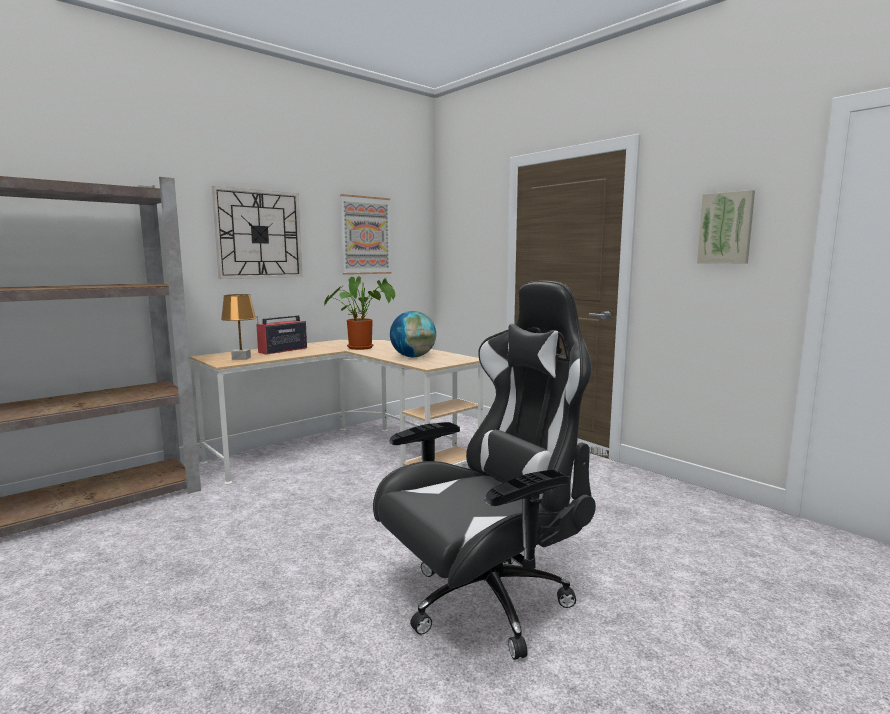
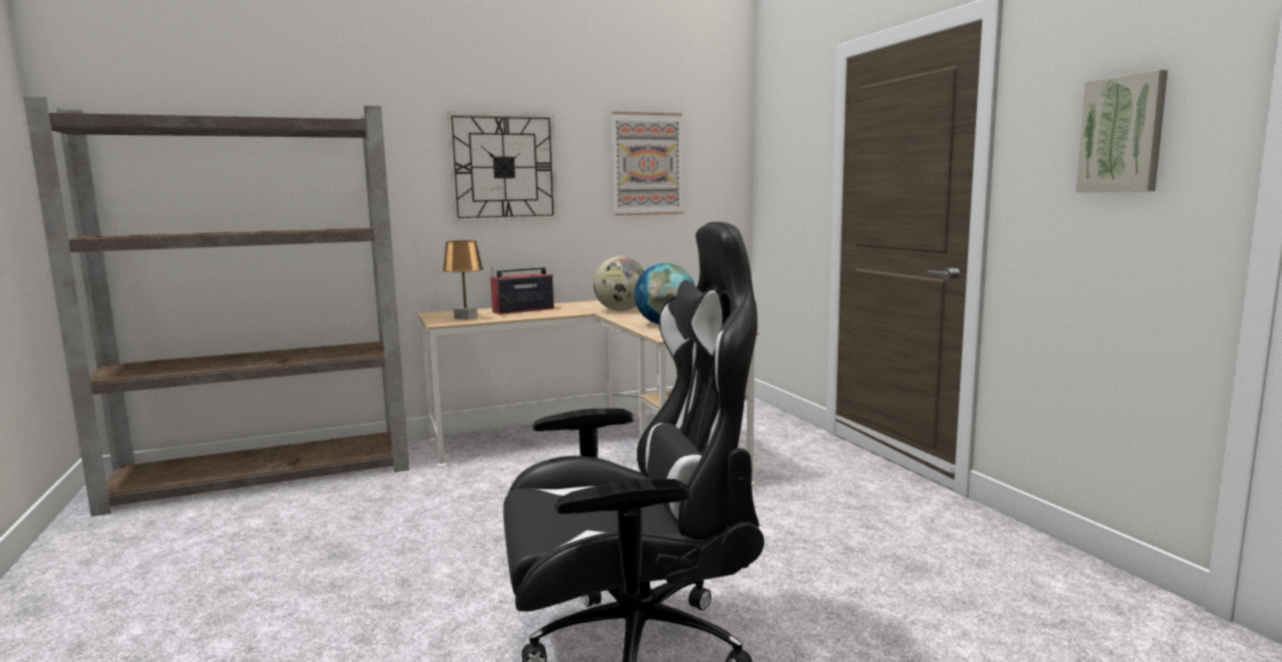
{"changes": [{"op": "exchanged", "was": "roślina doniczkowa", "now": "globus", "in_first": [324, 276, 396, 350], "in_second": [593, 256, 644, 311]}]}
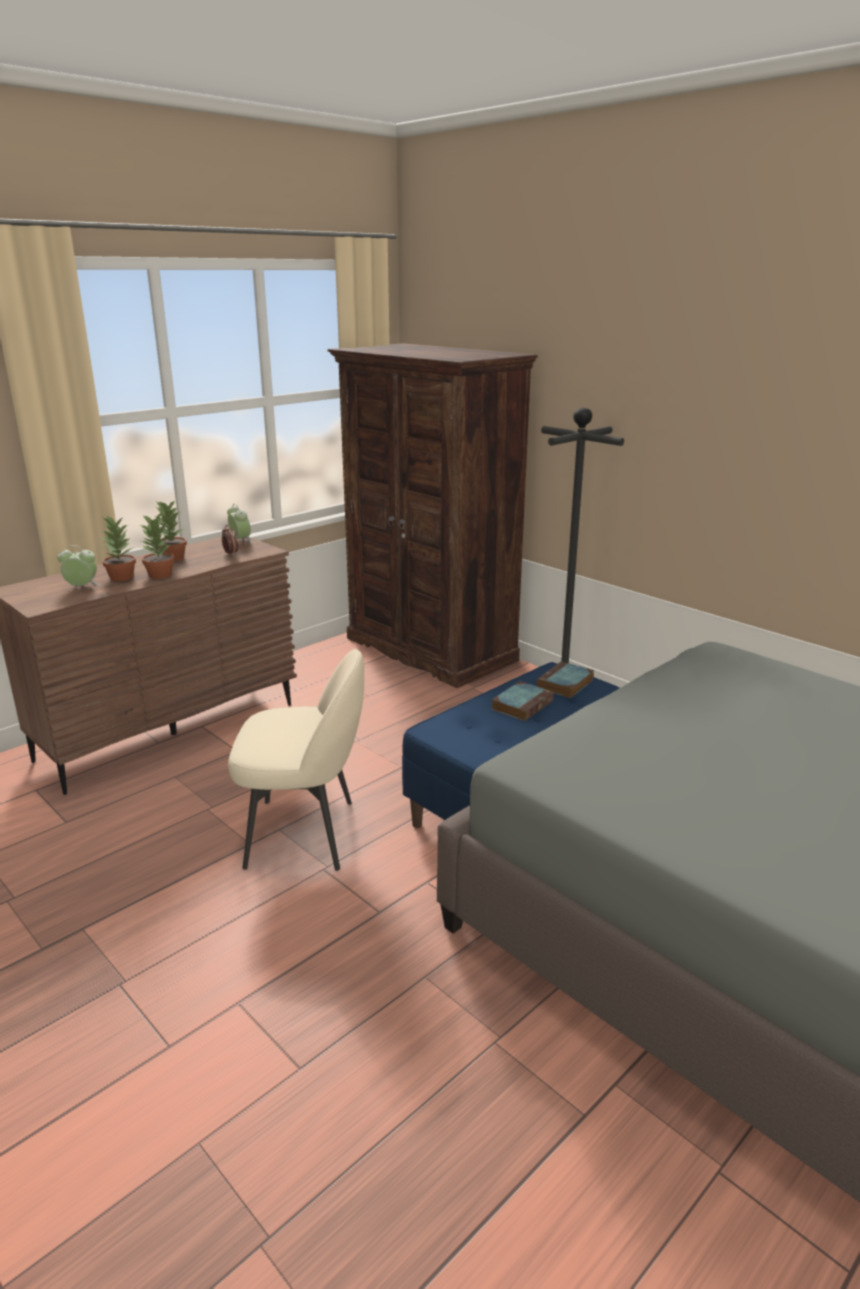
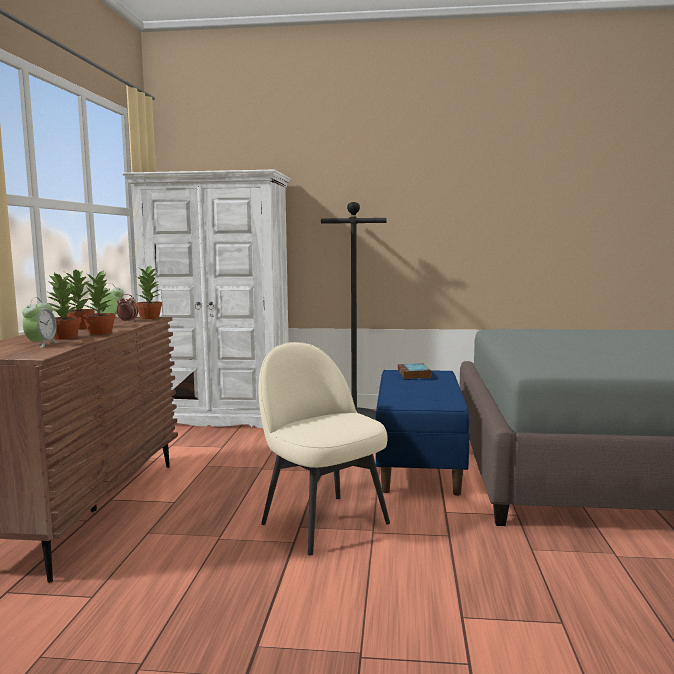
{"changes": [{"op": "colour", "was": "szafa [brązowy]", "now": "szafa [biały]", "in_first": [327, 343, 538, 688], "in_second": [122, 170, 291, 428]}, {"op": "spun", "was": "budzik", "in_first": [57, 545, 100, 586], "in_second": [22, 297, 58, 348], "clockwise": 135}, {"op": "spun", "was": "krzesło [beżowy]", "in_first": [228, 649, 364, 871], "in_second": [259, 342, 390, 555], "clockwise": -90}, {"op": "missing", "was": "książka", "in_first": [492, 681, 554, 721]}, {"op": "appeared", "now": "roślina doniczkowa", "in_second": [136, 265, 162, 319]}]}
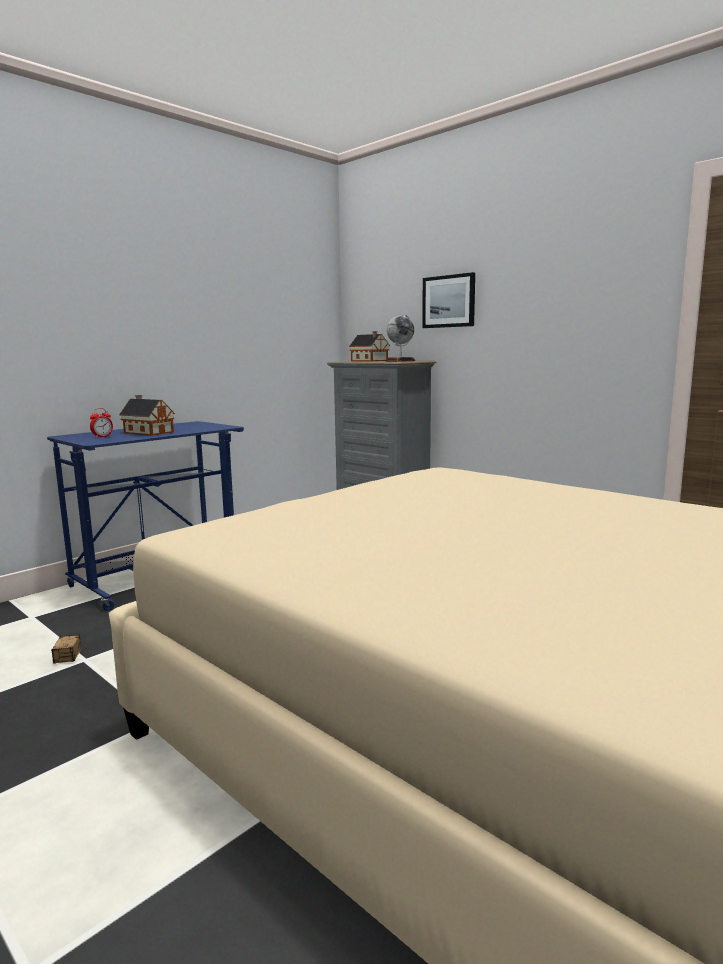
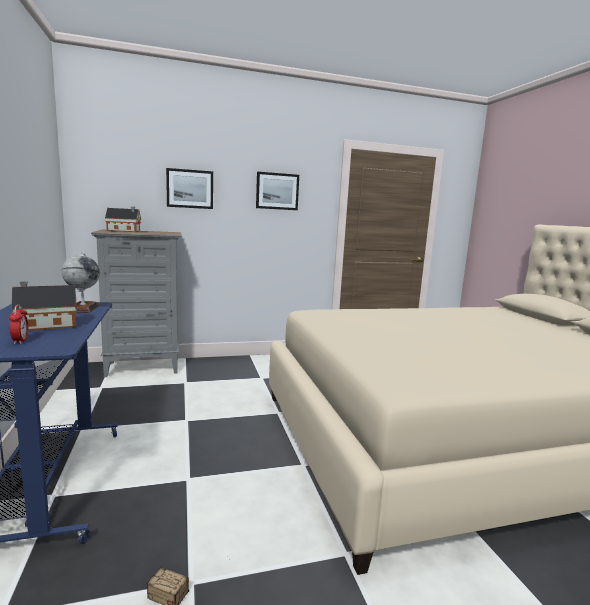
{"changes": [{"op": "relocated", "was": "globus", "in_first": [386, 314, 416, 362], "in_second": [62, 252, 100, 313]}, {"op": "appeared", "now": "obraz", "in_second": [256, 172, 299, 210]}]}
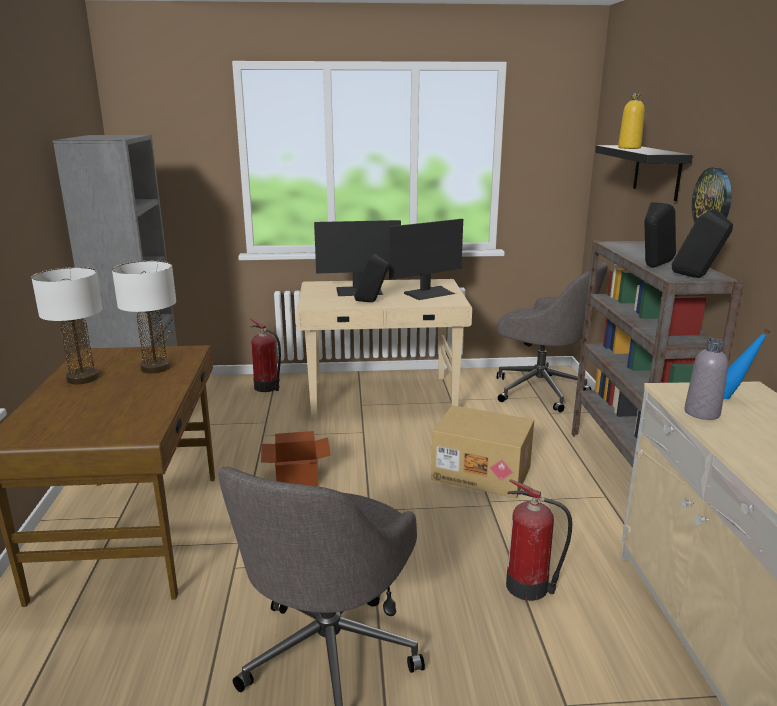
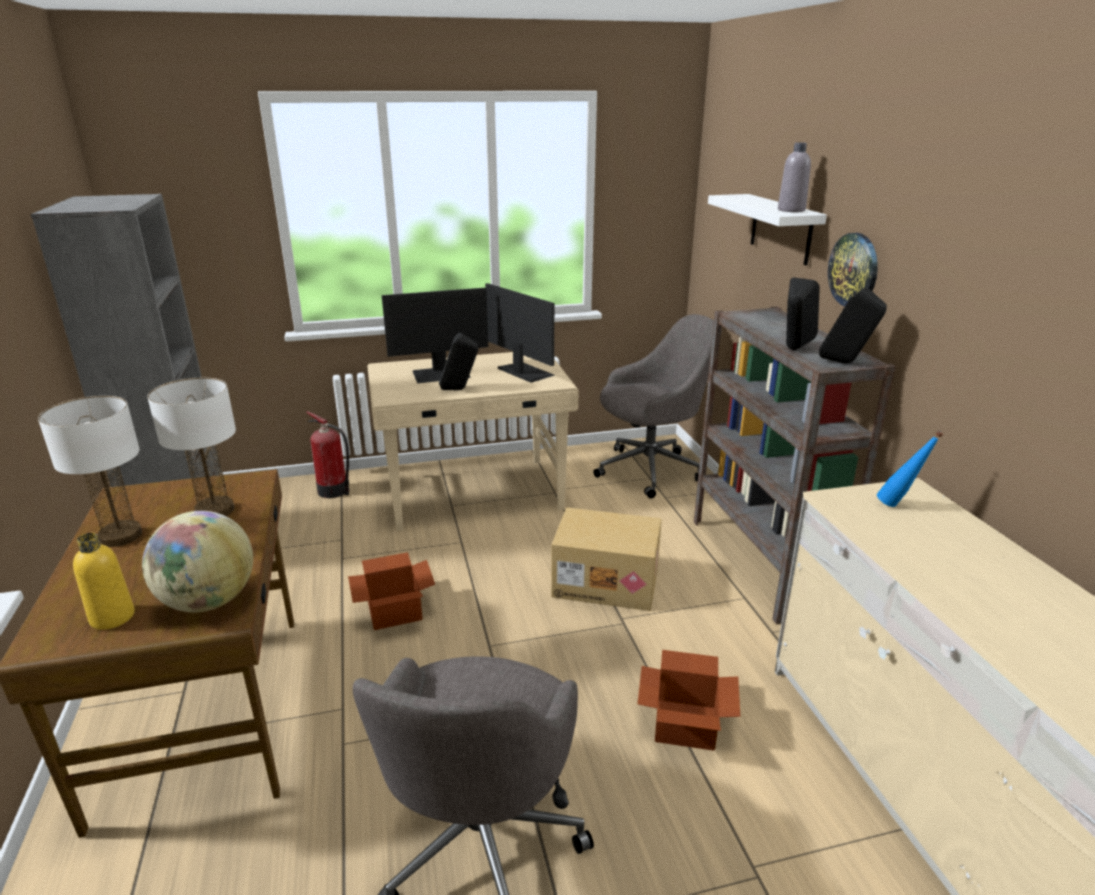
{"changes": [{"op": "relocated", "was": "butelka [żółty]", "in_first": [618, 93, 645, 149], "in_second": [73, 533, 135, 630]}, {"op": "colour", "was": "półka [czarny]", "now": "półka [biały]", "in_first": [595, 145, 693, 201], "in_second": [708, 194, 827, 265]}, {"op": "spun", "was": "monitor", "in_first": [389, 219, 463, 300], "in_second": [485, 283, 555, 383], "clockwise": -90}, {"op": "spun", "was": "krzesło biurowe [szary]", "in_first": [496, 262, 608, 413], "in_second": [593, 314, 721, 498], "clockwise": -45}, {"op": "relocated", "was": "butelka [szary]", "in_first": [685, 338, 728, 420], "in_second": [778, 142, 811, 212]}, {"op": "exchanged", "was": "gaśnica", "now": "karton", "in_first": [506, 479, 572, 601], "in_second": [637, 650, 740, 751]}, {"op": "appeared", "now": "globus", "in_second": [142, 511, 253, 612]}]}
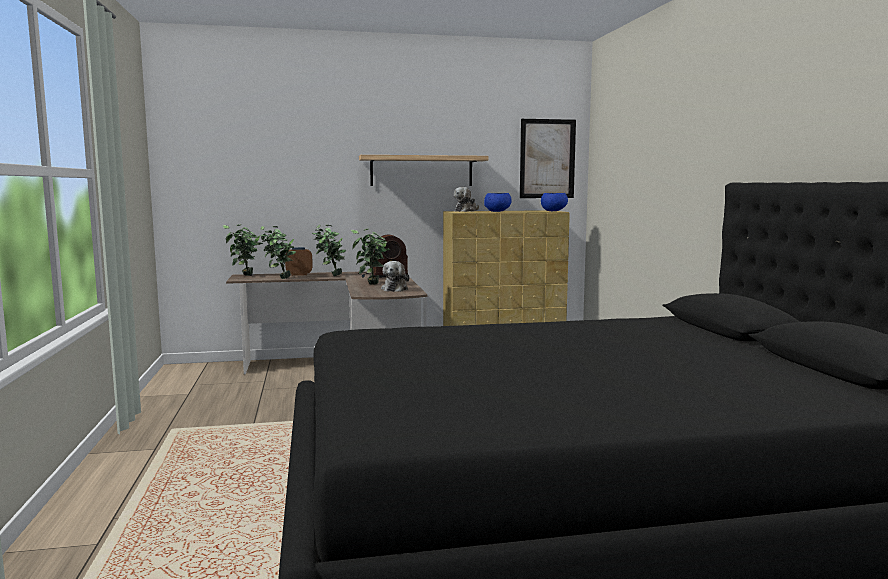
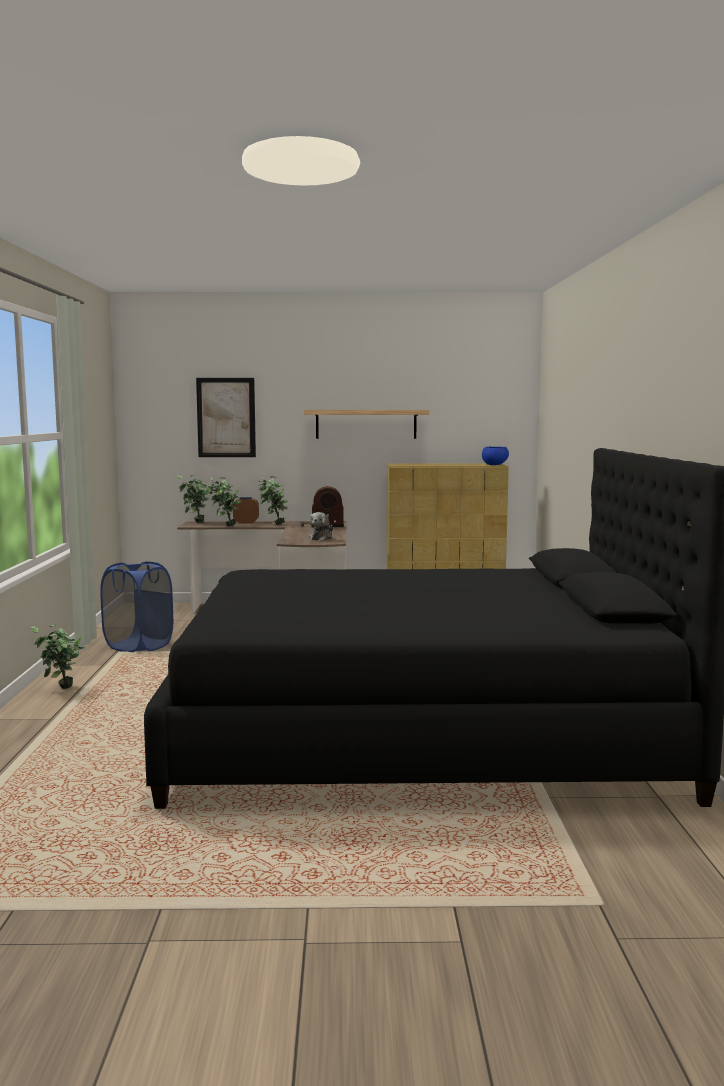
{"changes": [{"op": "relocated", "was": "obraz", "in_first": [520, 119, 576, 198], "in_second": [196, 378, 256, 457]}, {"op": "missing", "was": "pluszak", "in_first": [454, 187, 479, 212]}, {"op": "missing", "was": "miska [niebieski]", "in_first": [484, 193, 512, 212]}, {"op": "relocated", "was": "roślina doniczkowa", "in_first": [351, 229, 390, 285], "in_second": [31, 625, 85, 689]}, {"op": "appeared", "now": "kosz na pranie [niebieski]", "in_second": [100, 561, 173, 652]}]}
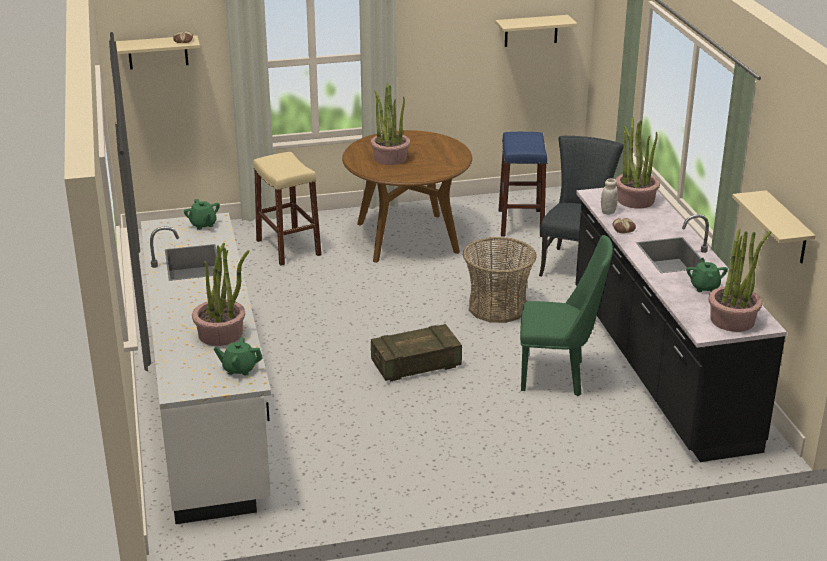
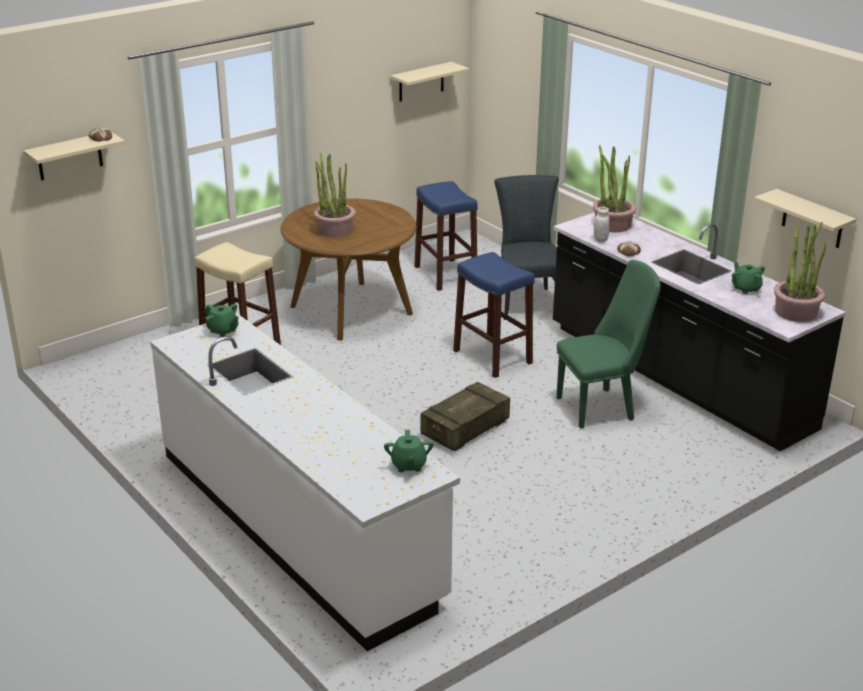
{"changes": [{"op": "exchanged", "was": "koszyk", "now": "stołek [niebieski]", "in_first": [463, 237, 537, 323], "in_second": [453, 252, 534, 378]}, {"op": "missing", "was": "roślina doniczkowa", "in_first": [192, 243, 249, 346]}, {"op": "spun", "was": "imbryk [zielony]", "in_first": [214, 337, 263, 376], "in_second": [384, 430, 434, 472], "clockwise": -75}]}
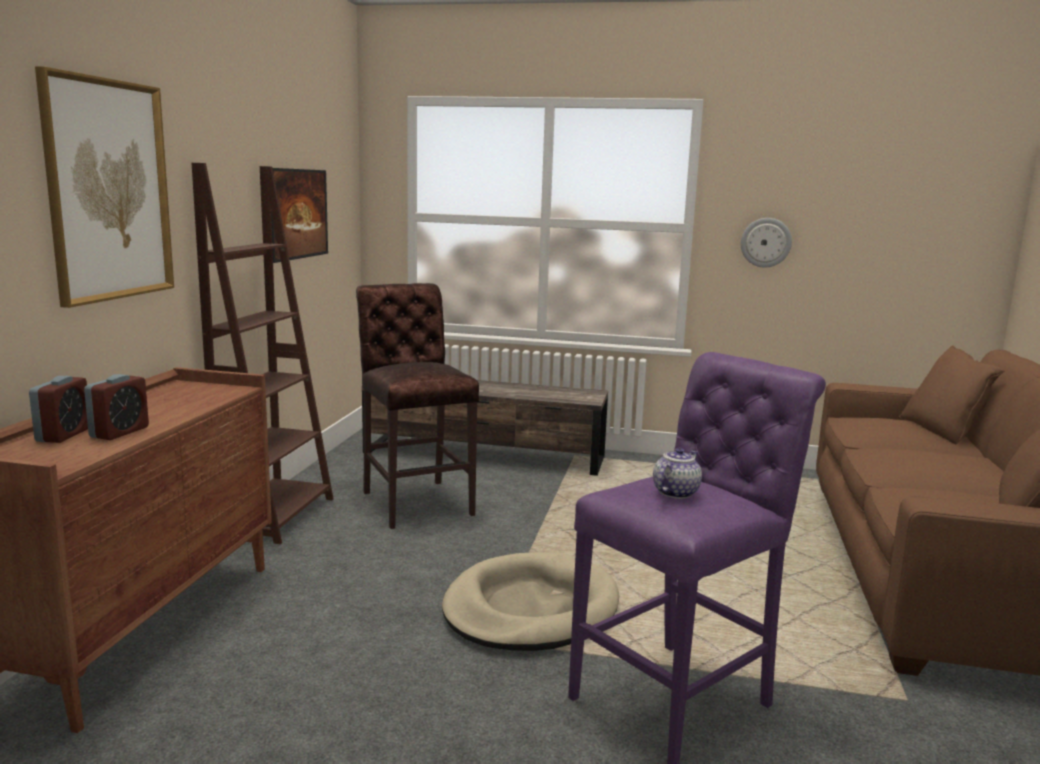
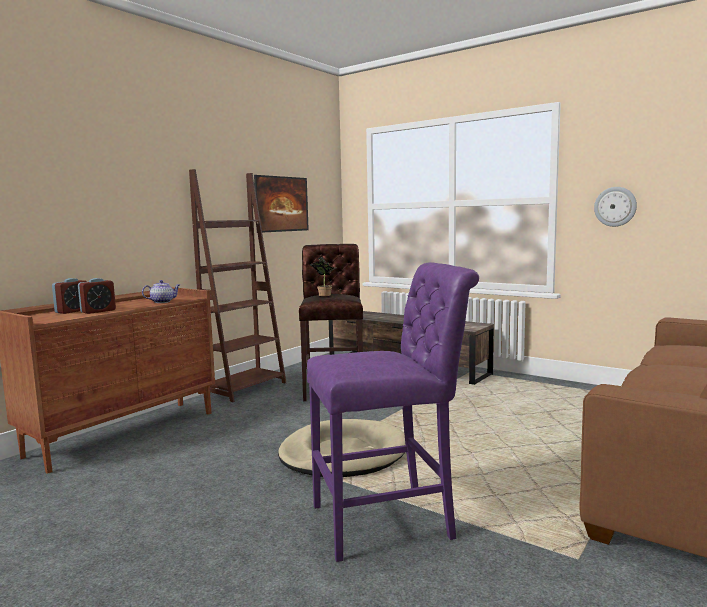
{"changes": [{"op": "missing", "was": "obraz", "in_first": [35, 66, 174, 308]}, {"op": "relocated", "was": "imbryk", "in_first": [653, 448, 702, 499], "in_second": [142, 280, 180, 303]}, {"op": "appeared", "now": "roślina doniczkowa", "in_second": [310, 257, 336, 296]}]}
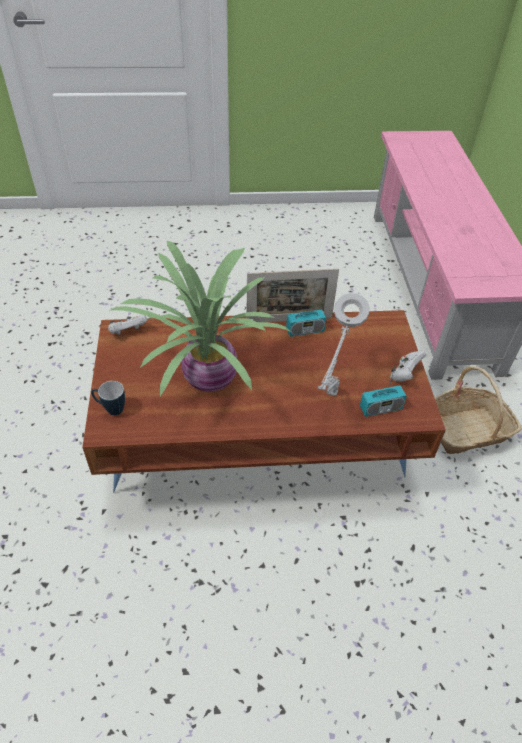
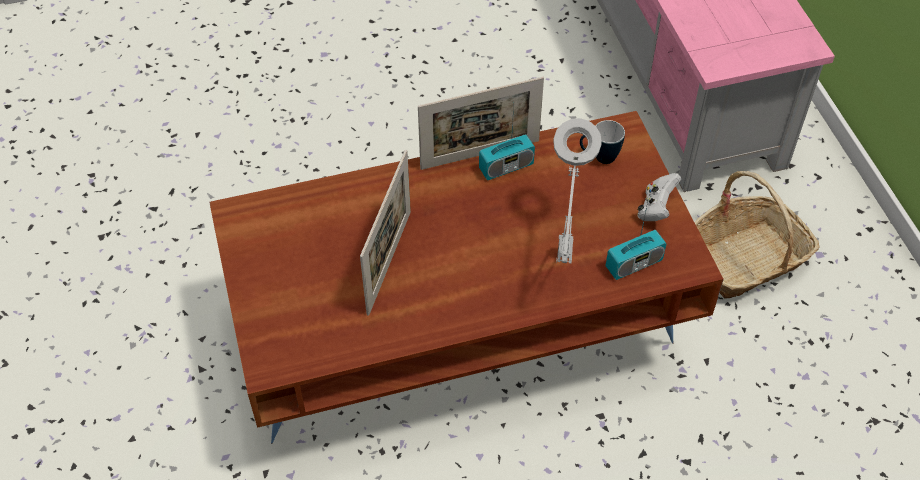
{"changes": [{"op": "exchanged", "was": "roślina doniczkowa", "now": "ramka na zdjęcie", "in_first": [109, 241, 291, 396], "in_second": [360, 150, 411, 316]}, {"op": "missing", "was": "pad do gier [biały]", "in_first": [108, 315, 147, 335]}, {"op": "relocated", "was": "kubek", "in_first": [91, 381, 125, 415], "in_second": [580, 120, 625, 164]}]}
